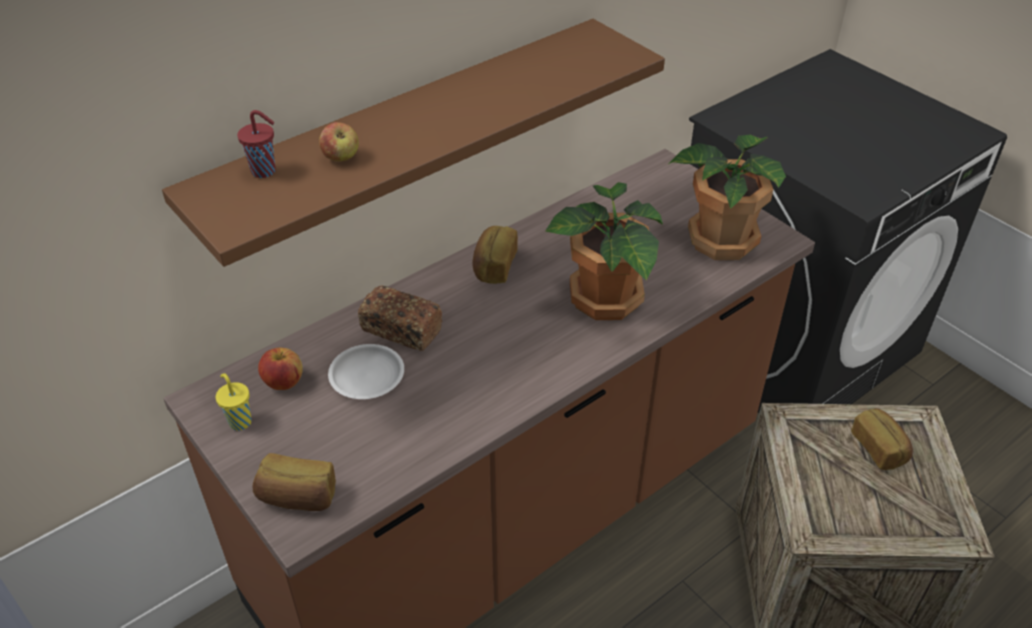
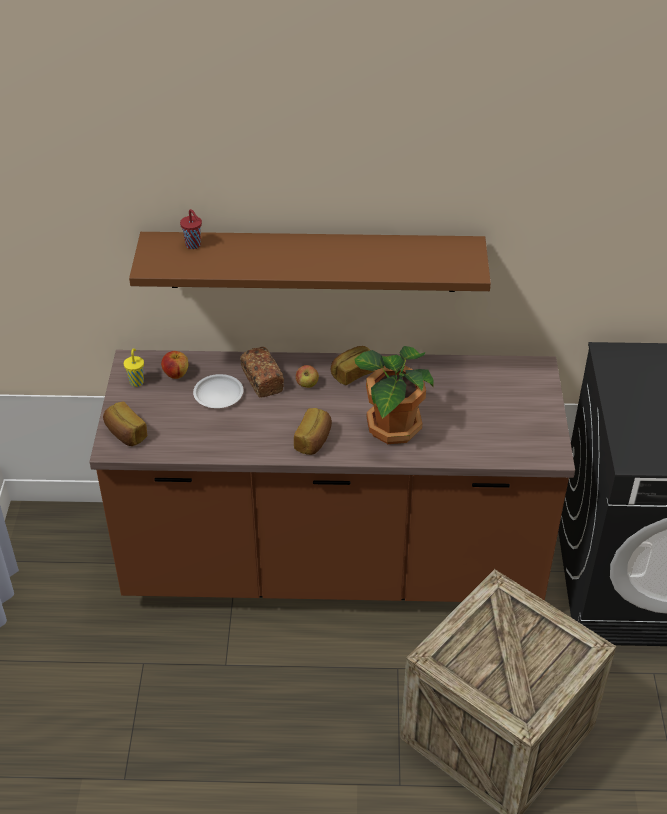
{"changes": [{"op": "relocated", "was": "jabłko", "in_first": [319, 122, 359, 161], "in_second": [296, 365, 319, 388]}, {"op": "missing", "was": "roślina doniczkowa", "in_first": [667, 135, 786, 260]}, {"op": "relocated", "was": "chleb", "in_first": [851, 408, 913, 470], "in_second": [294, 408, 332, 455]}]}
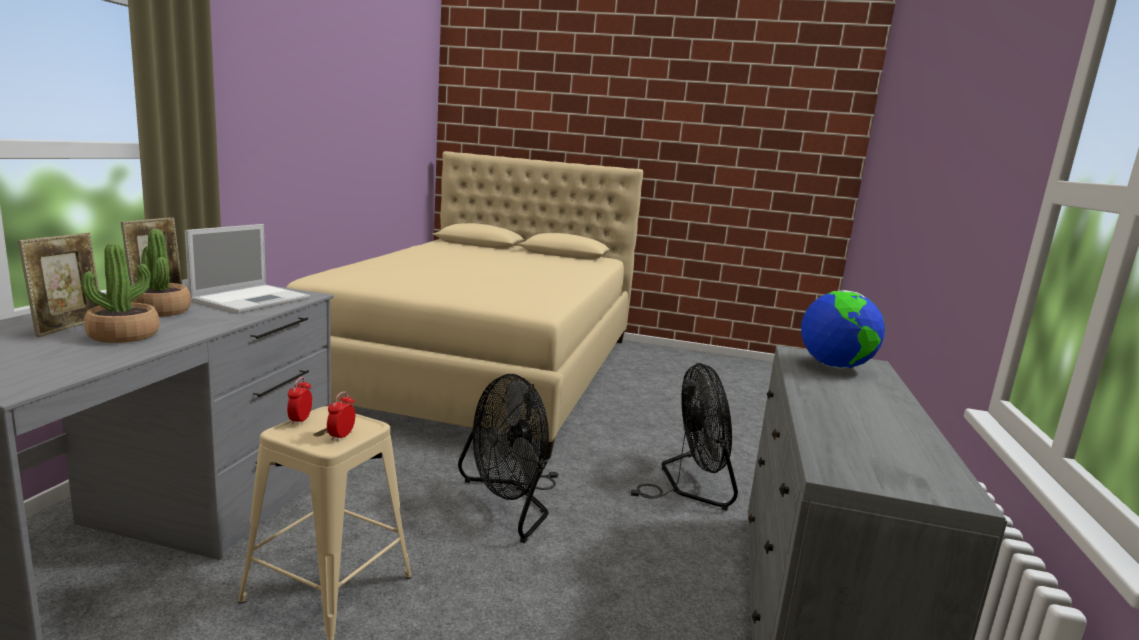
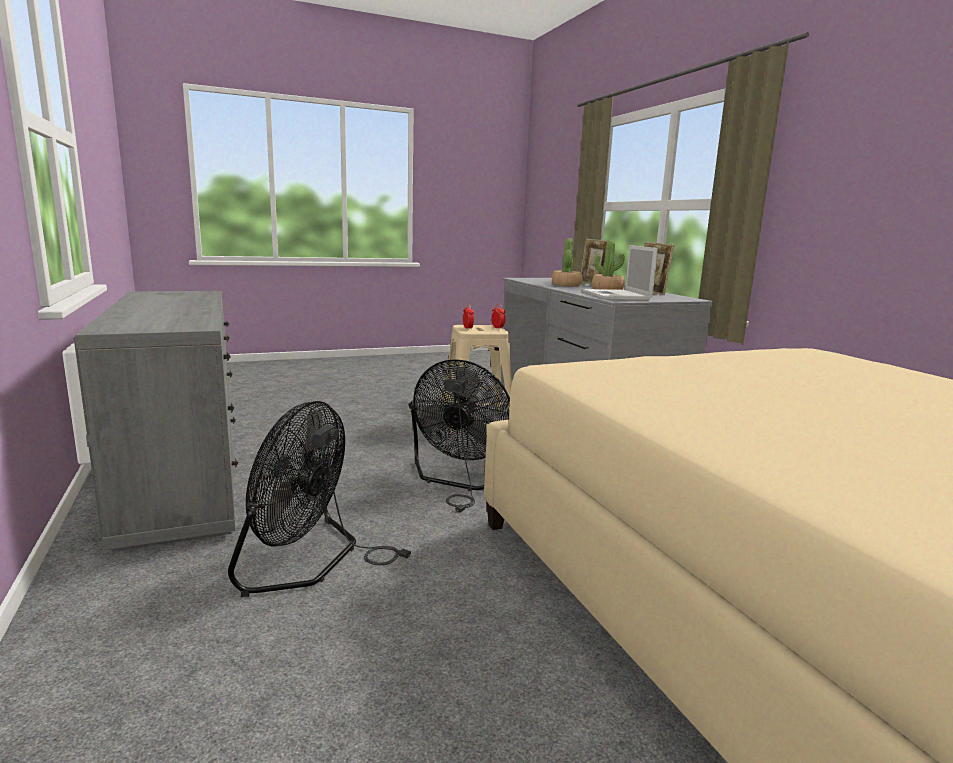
{"changes": [{"op": "missing", "was": "globus", "in_first": [801, 290, 885, 369]}, {"op": "spun", "was": "wentylator [czarny]", "in_first": [630, 363, 738, 511], "in_second": [228, 401, 412, 597], "clockwise": 60}]}
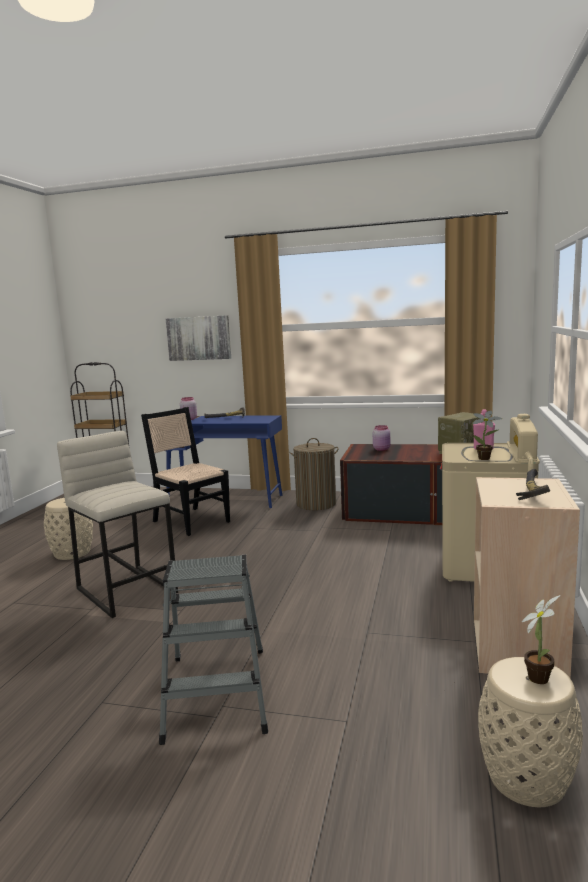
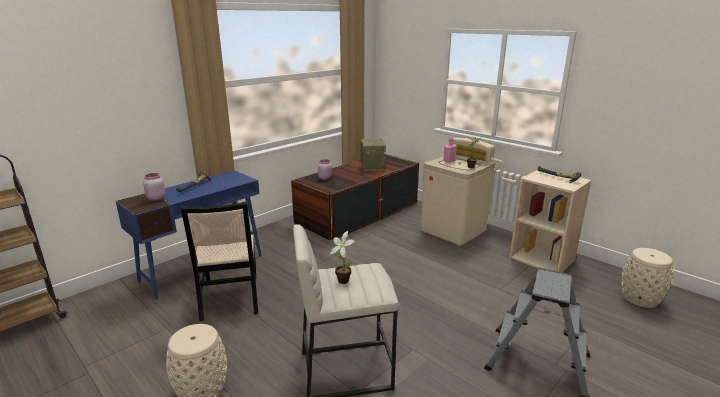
{"changes": [{"op": "missing", "was": "obraz", "in_first": [166, 315, 231, 361]}, {"op": "spun", "was": "krzesło", "in_first": [141, 407, 230, 536], "in_second": [181, 201, 258, 321], "clockwise": -90}, {"op": "missing", "was": "kosz na pranie", "in_first": [289, 438, 339, 510]}, {"op": "relocated", "was": "roślina doniczkowa", "in_first": [522, 595, 561, 684], "in_second": [330, 231, 355, 284]}]}
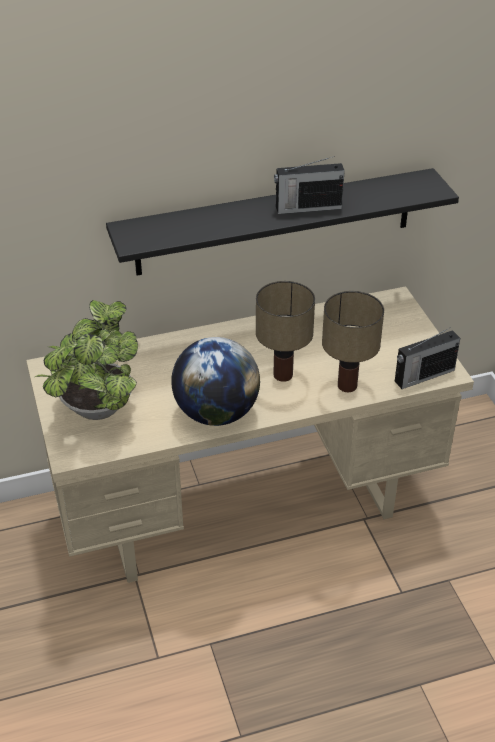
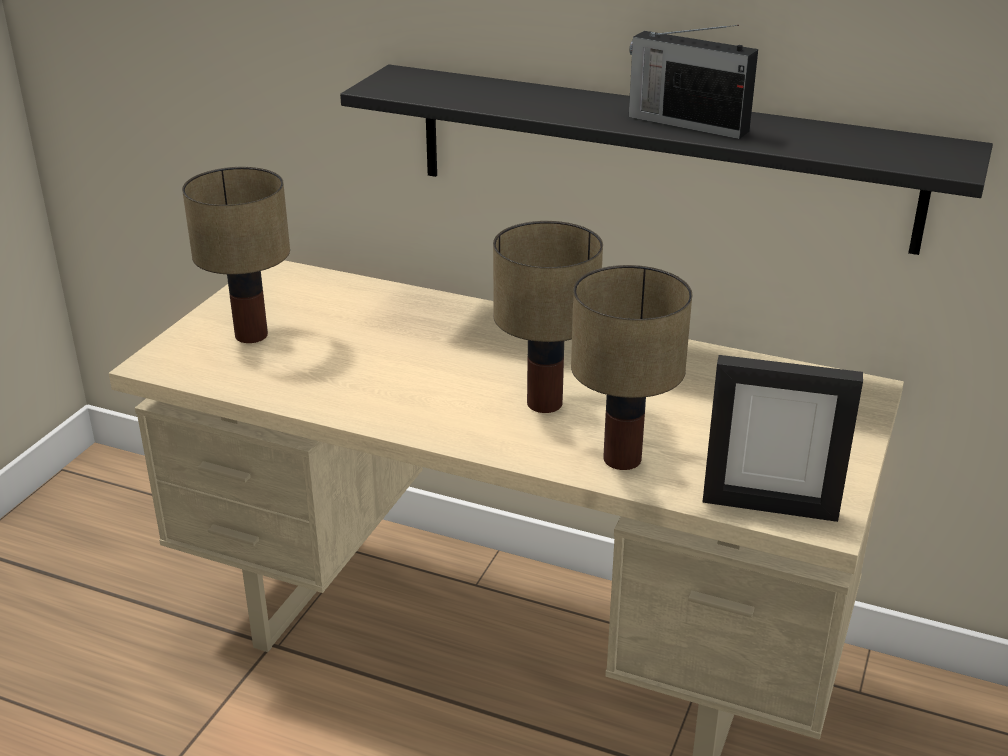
{"changes": [{"op": "exchanged", "was": "roślina doniczkowa", "now": "lampa stołowa", "in_first": [35, 300, 138, 420], "in_second": [182, 167, 290, 343]}, {"op": "exchanged", "was": "radio", "now": "ramka na zdjęcie", "in_first": [395, 327, 460, 389], "in_second": [703, 355, 863, 522]}, {"op": "missing", "was": "globus", "in_first": [171, 337, 260, 426]}]}
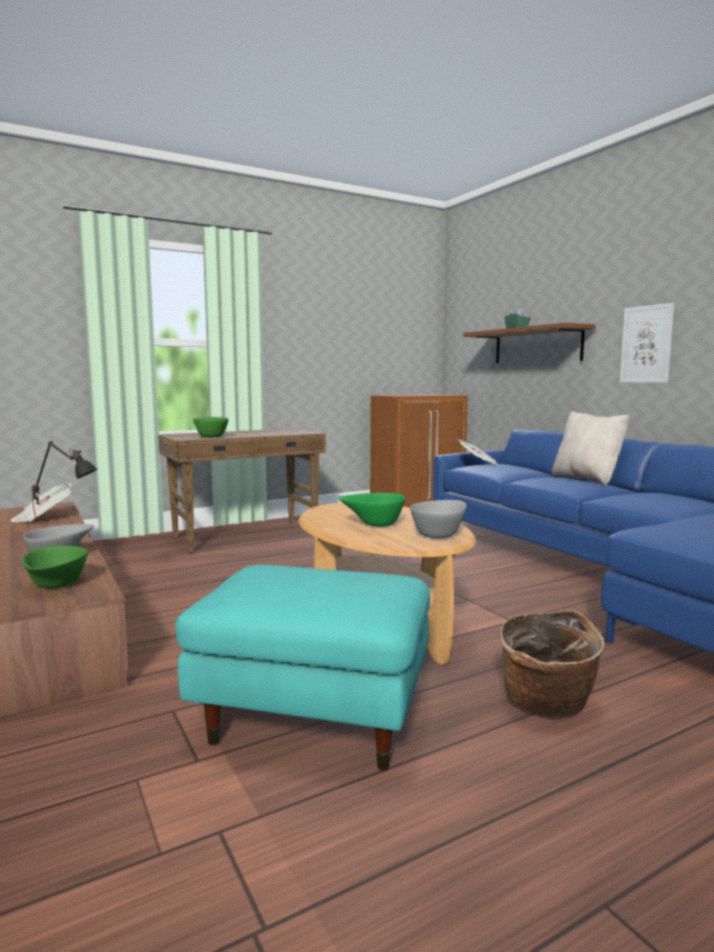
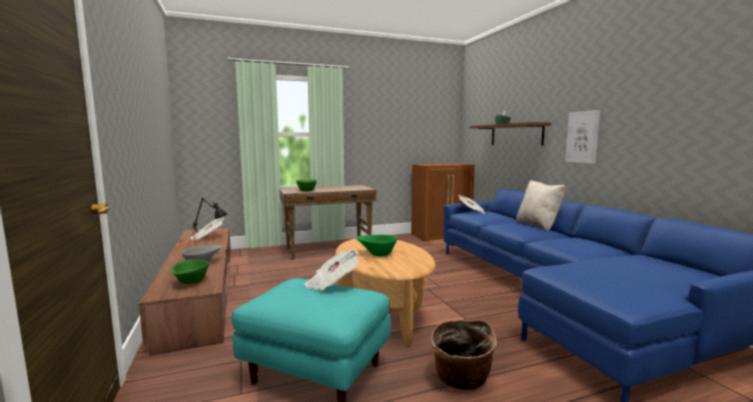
{"changes": [{"op": "missing", "was": "miska [szary]", "in_first": [410, 500, 467, 538]}, {"op": "appeared", "now": "gazeta", "in_second": [304, 250, 359, 291]}]}
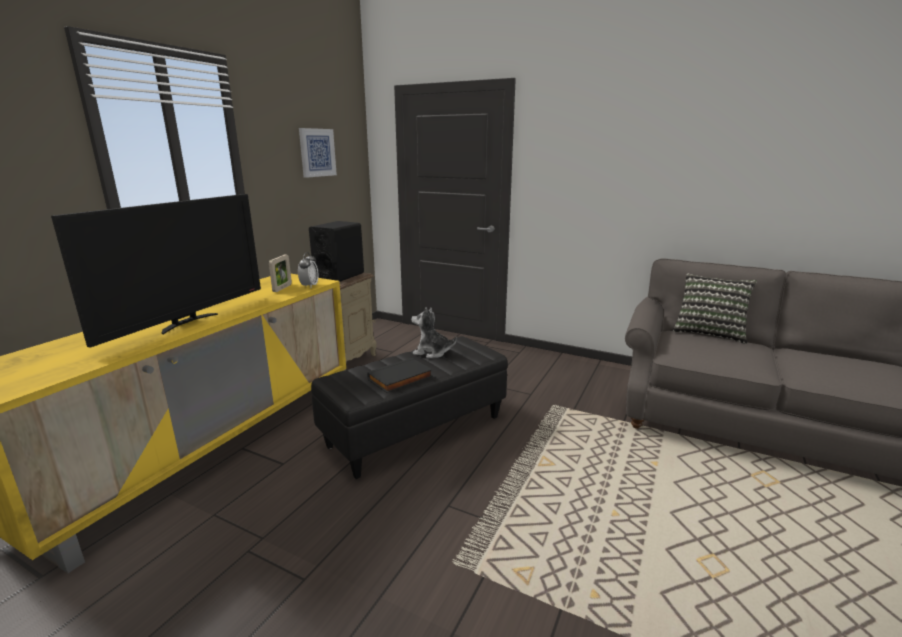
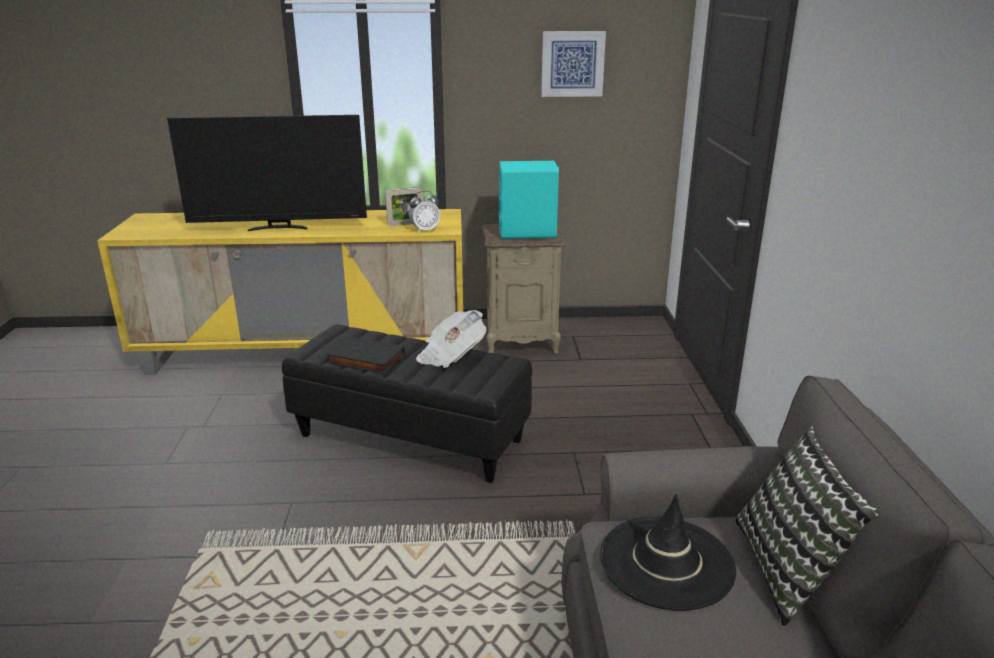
{"changes": [{"op": "colour", "was": "głośnik [czarny]", "now": "głośnik [turkusowy]", "in_first": [309, 221, 364, 282], "in_second": [499, 161, 559, 239]}, {"op": "exchanged", "was": "pluszak", "now": "gazeta", "in_first": [411, 307, 457, 358], "in_second": [416, 310, 486, 368]}, {"op": "appeared", "now": "kapelusz [czarny]", "in_second": [600, 494, 736, 611]}]}
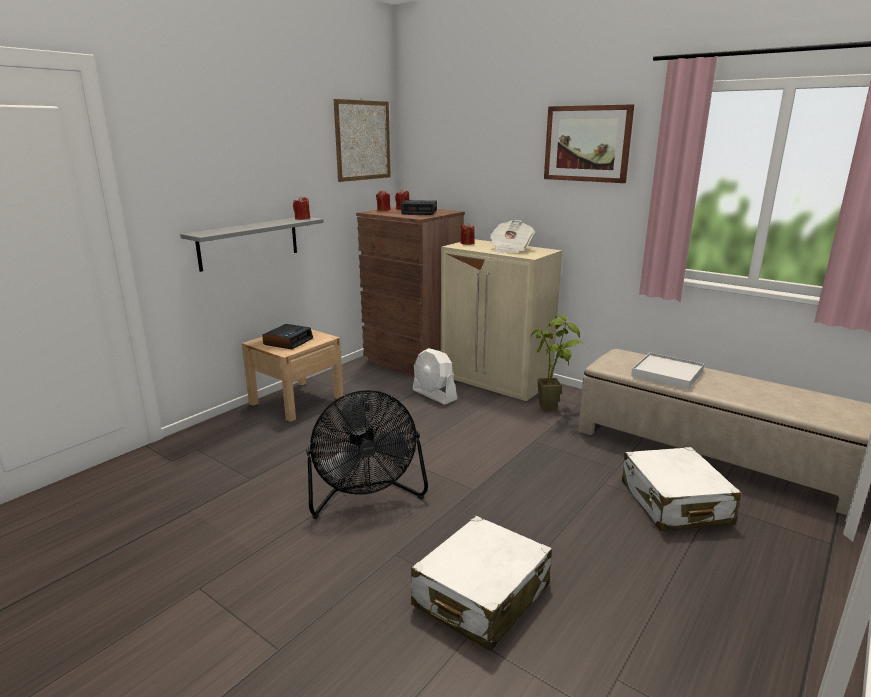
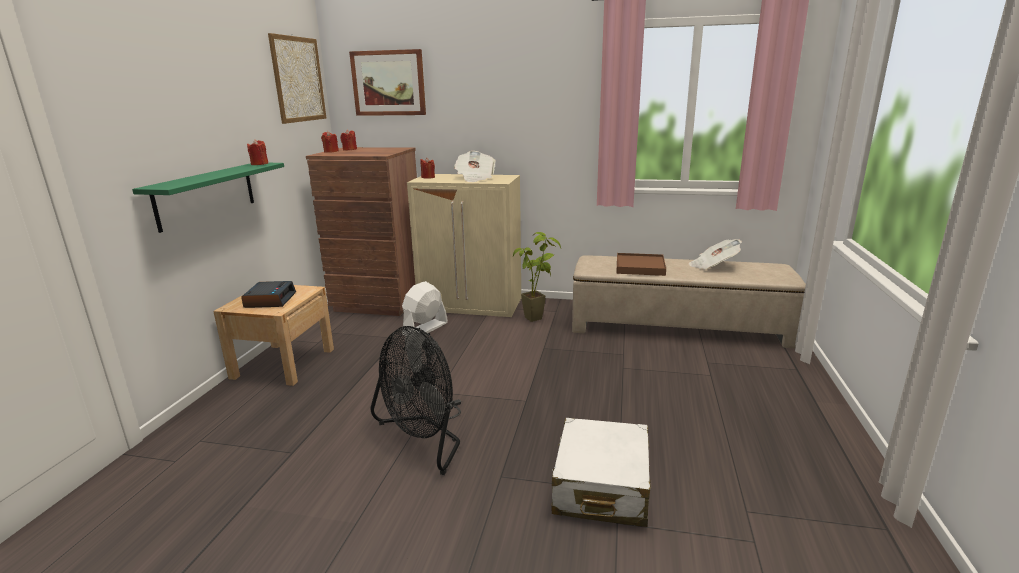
{"changes": [{"op": "relocated", "was": "obraz", "in_first": [544, 104, 634, 183], "in_second": [349, 49, 426, 116]}, {"op": "missing", "was": "budzik", "in_first": [401, 200, 437, 215]}, {"op": "colour", "was": "półka [szary]", "now": "półka [zielony]", "in_first": [180, 217, 324, 272], "in_second": [132, 163, 284, 233]}, {"op": "spun", "was": "wentylator [biały]", "in_first": [413, 348, 457, 405], "in_second": [402, 281, 448, 336], "clockwise": 105}, {"op": "colour", "was": "taca [biały]", "now": "taca [brązowy]", "in_first": [631, 352, 704, 389], "in_second": [616, 253, 666, 276]}, {"op": "spun", "was": "wentylator [czarny]", "in_first": [306, 390, 428, 519], "in_second": [370, 326, 462, 475], "clockwise": 90}, {"op": "missing", "was": "walizka [biały]", "in_first": [622, 447, 741, 531]}, {"op": "appeared", "now": "gazeta", "in_second": [688, 239, 742, 270]}]}
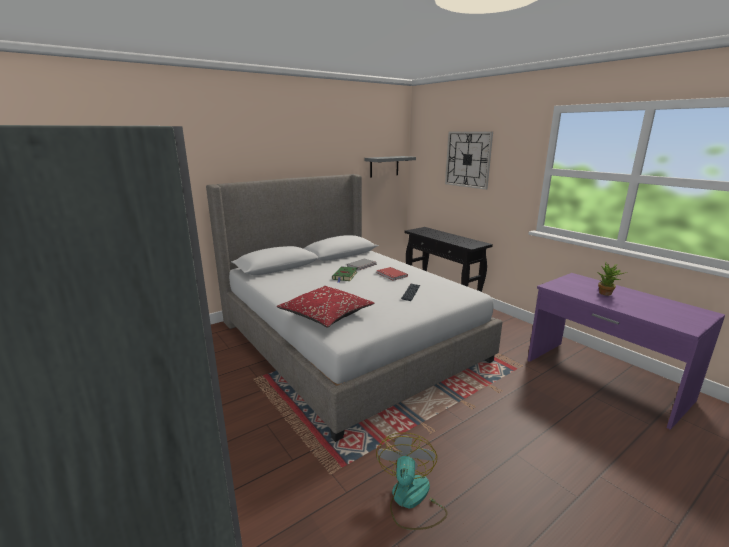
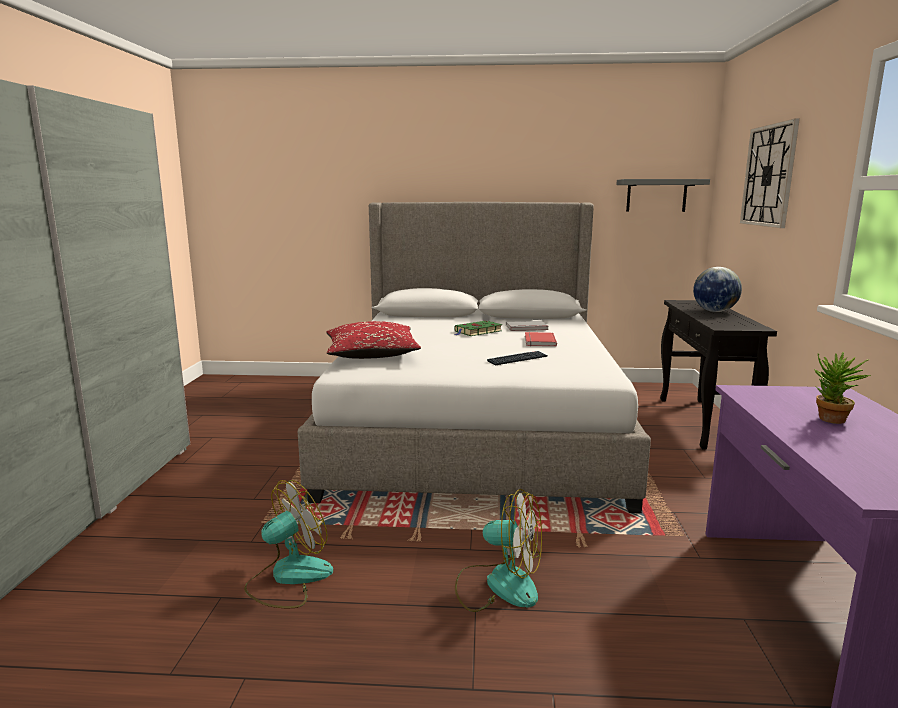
{"changes": [{"op": "appeared", "now": "globus", "in_second": [693, 267, 742, 312]}, {"op": "appeared", "now": "wentylator", "in_second": [455, 489, 542, 612]}]}
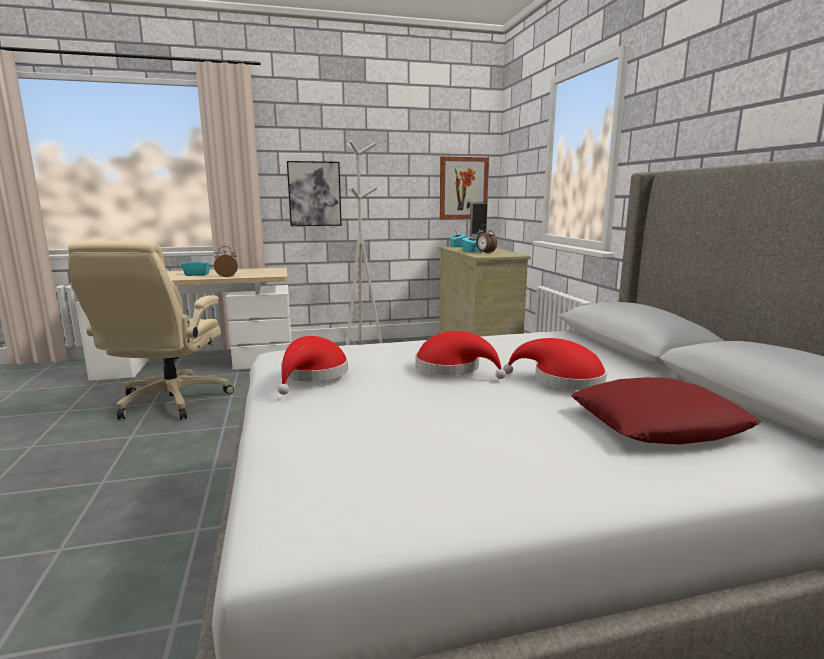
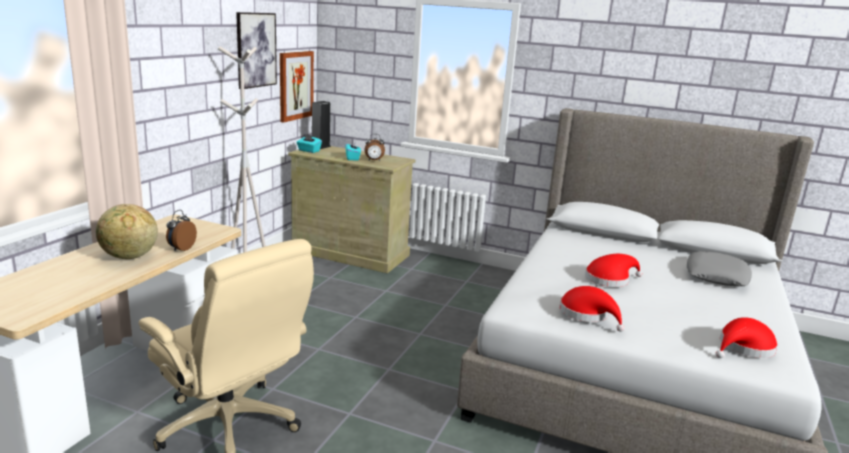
{"changes": [{"op": "relocated", "was": "obraz", "in_first": [287, 161, 342, 226], "in_second": [236, 12, 277, 89]}, {"op": "exchanged", "was": "pudełko chusteczek [turkusowy]", "now": "globus", "in_first": [181, 256, 211, 276], "in_second": [96, 204, 158, 259]}, {"op": "relocated", "was": "kapelusz [czerwony]", "in_first": [503, 338, 607, 390], "in_second": [716, 317, 778, 358]}, {"op": "colour", "was": "poduszka [czerwony]", "now": "poduszka [szary]", "in_first": [571, 377, 761, 444], "in_second": [687, 251, 752, 286]}]}
